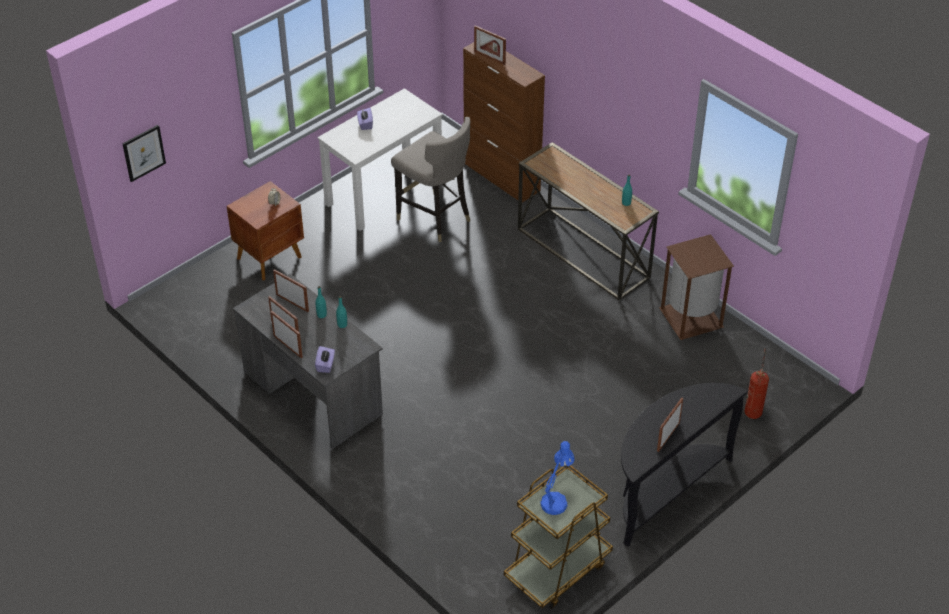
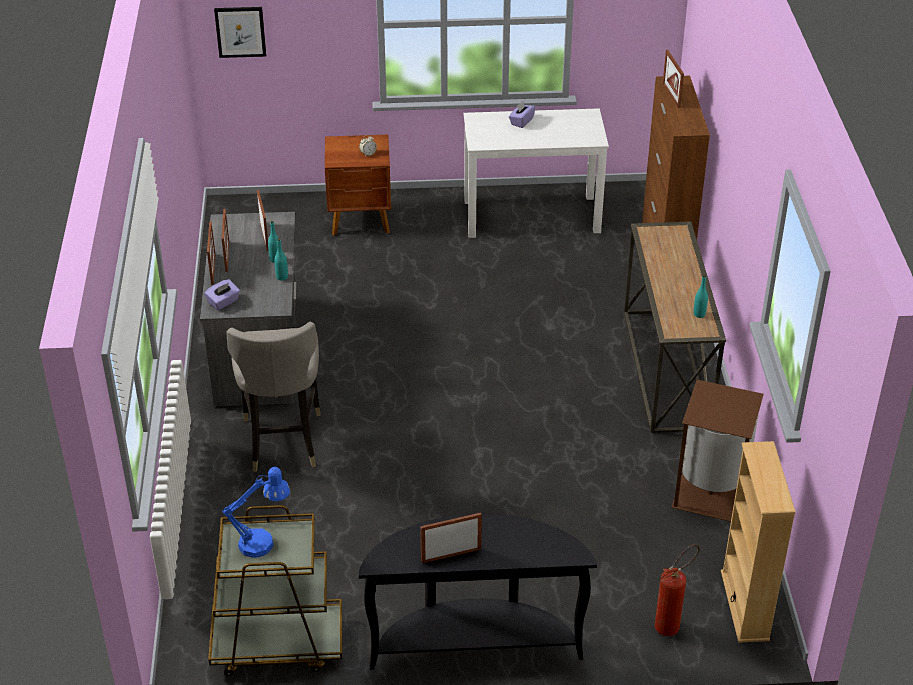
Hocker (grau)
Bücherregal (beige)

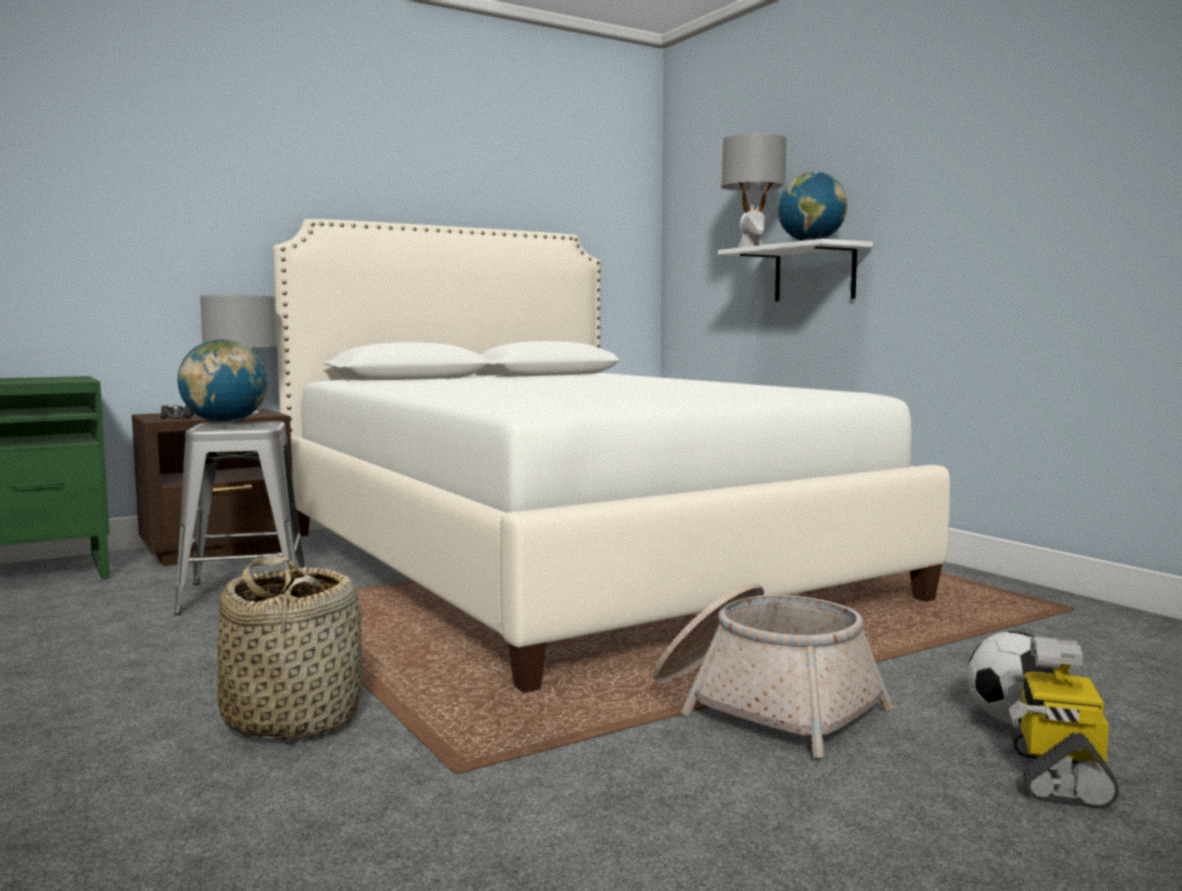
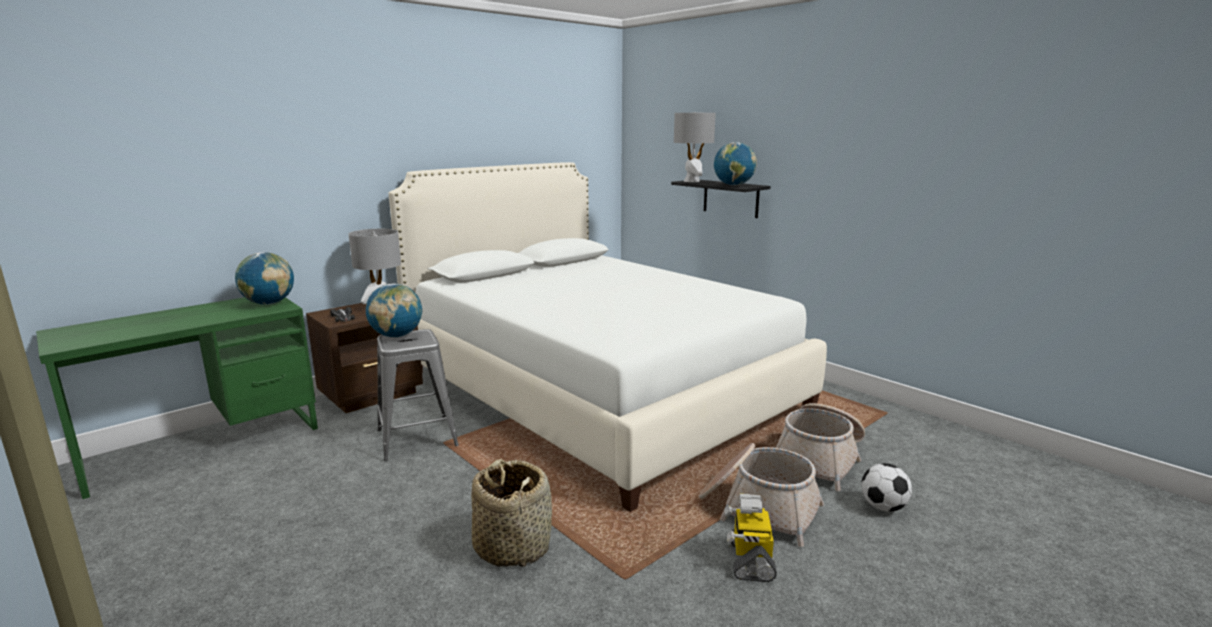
Wandregal (schwarz)
Spielzeugroboter
Globus (no. 1 from left)
Korb (no. 3 from left)

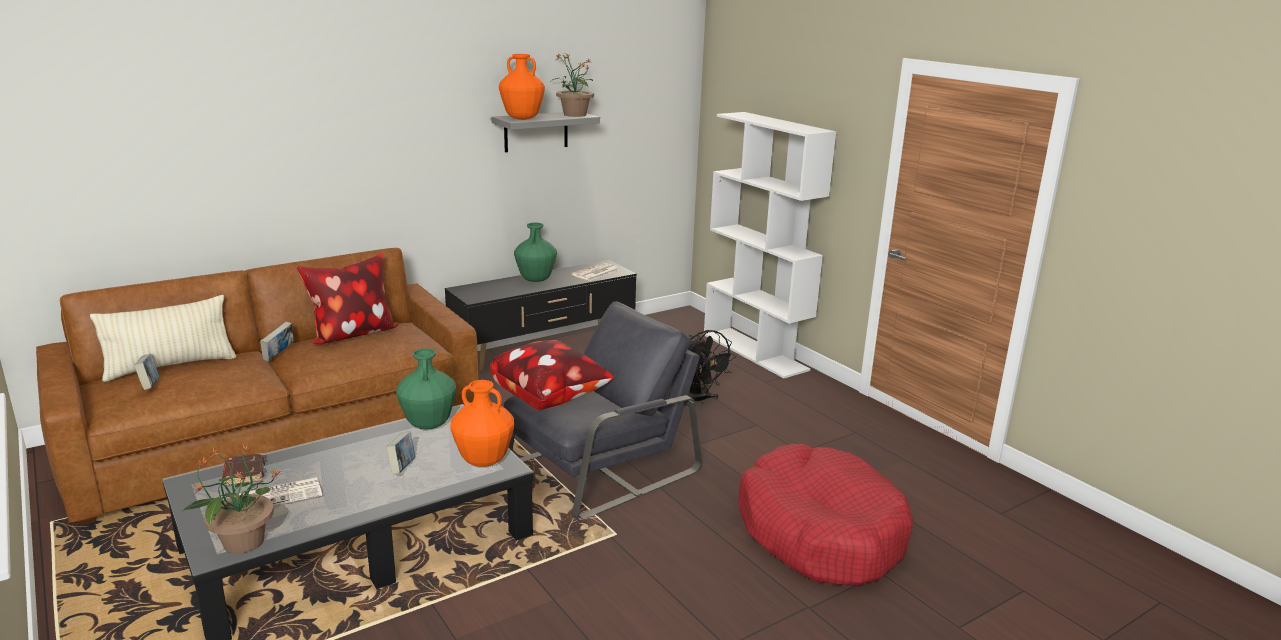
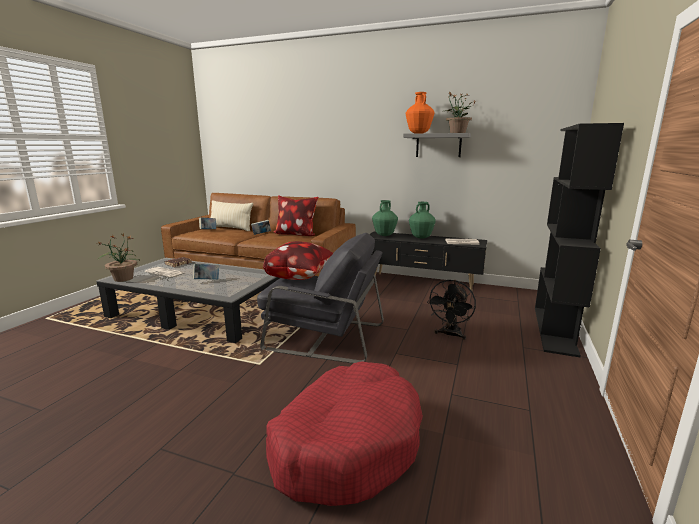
Bücherregal (schwarz)
Vase (grün) (no. 1 from left)
Vase (orange) (no. 1 from left in the first image)

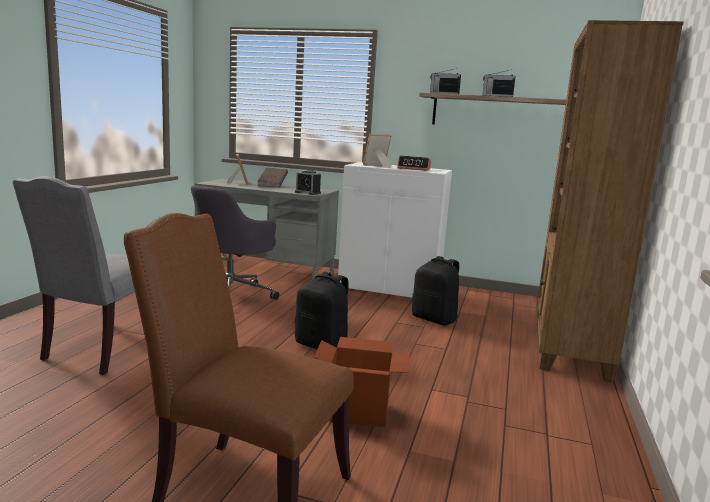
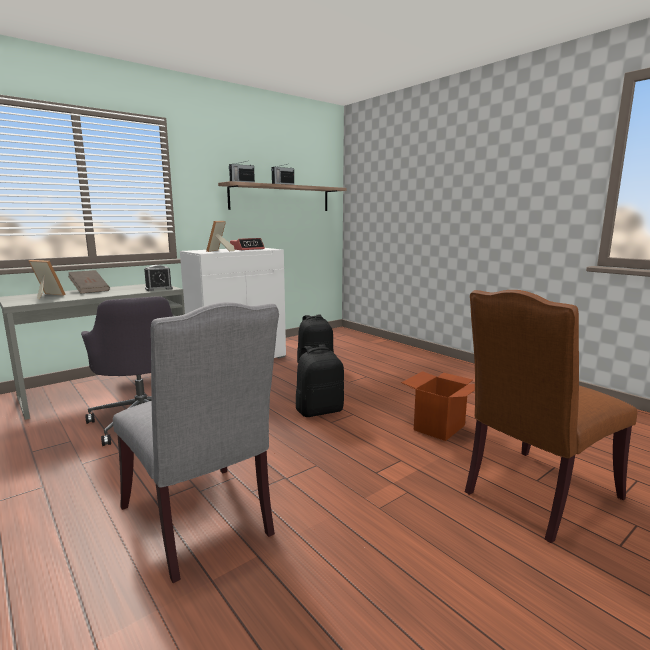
Bücherregal (braun)

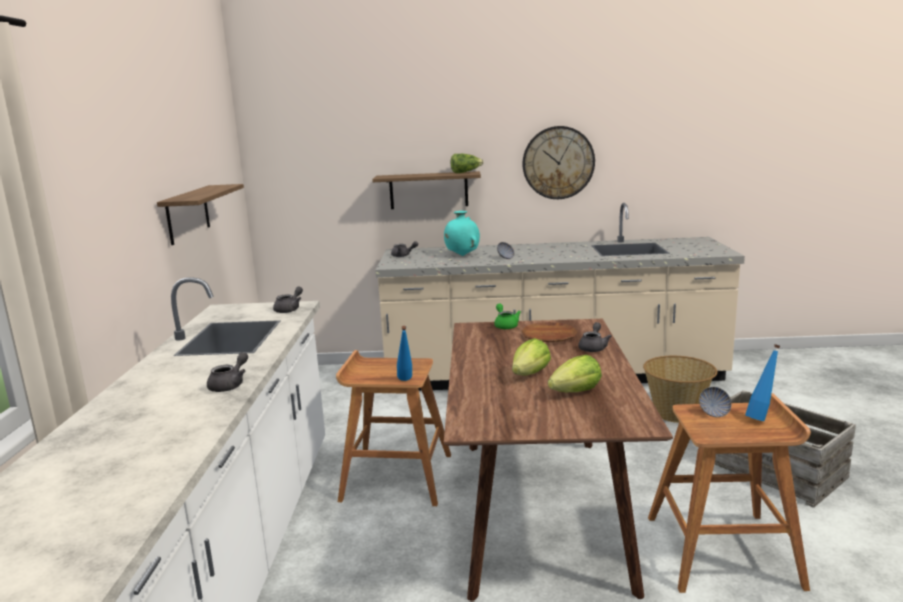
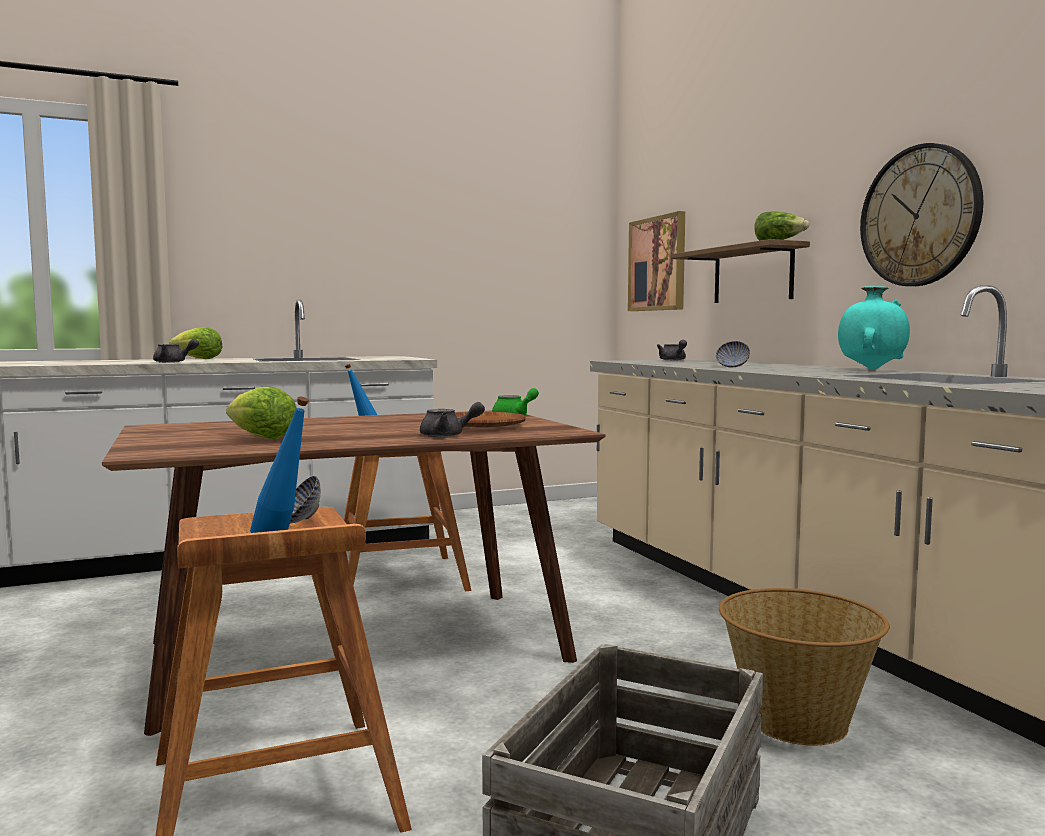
Wandregal (no. 1 from left in the first image)
Vase (türkis)
Teekanne (grau) (no. 2 from left in the first image)
Salatkopf (no. 1 from left)
Bild

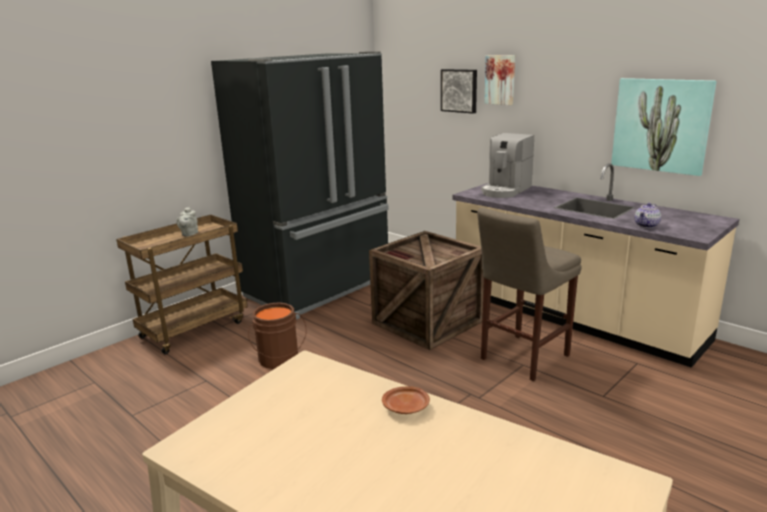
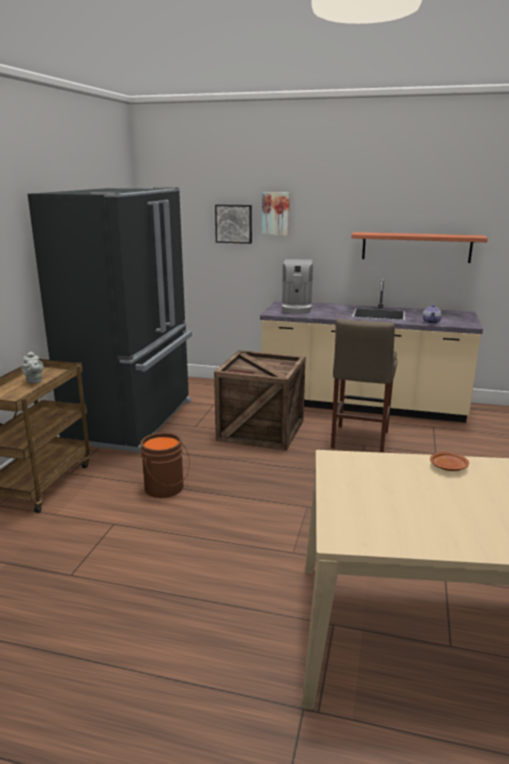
Wandregal

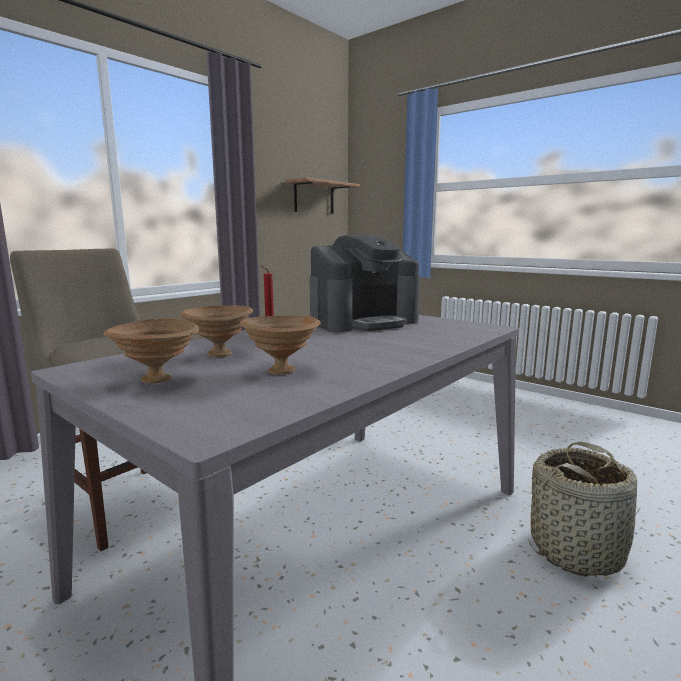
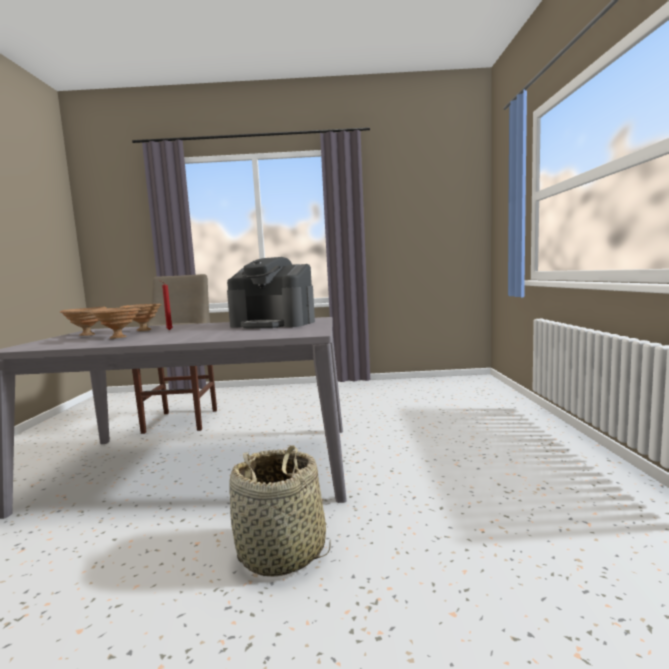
Wandregal

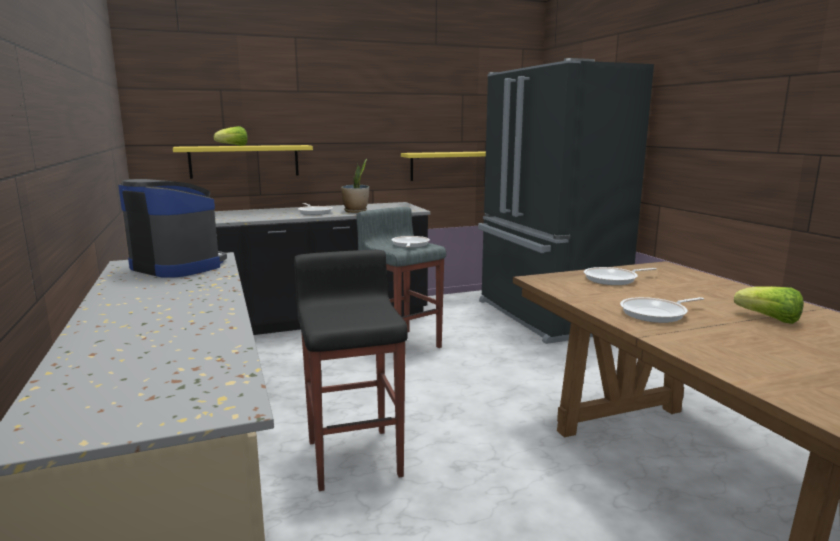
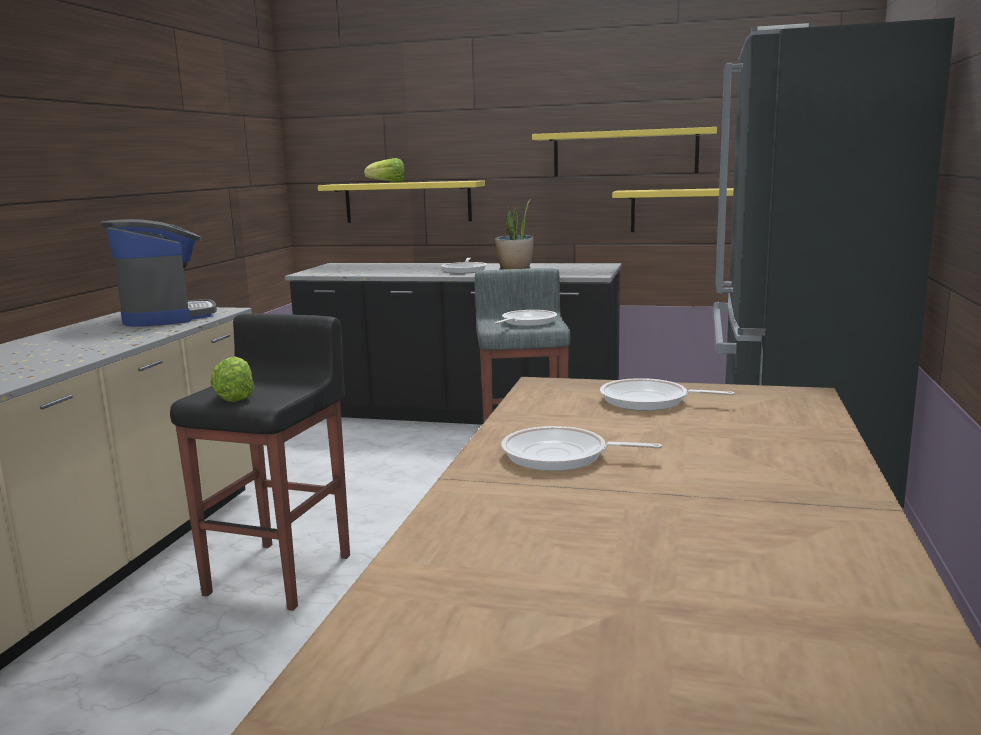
Salatkopf (no. 1 from left)
Wandregal (gelb) (no. 2 from left)

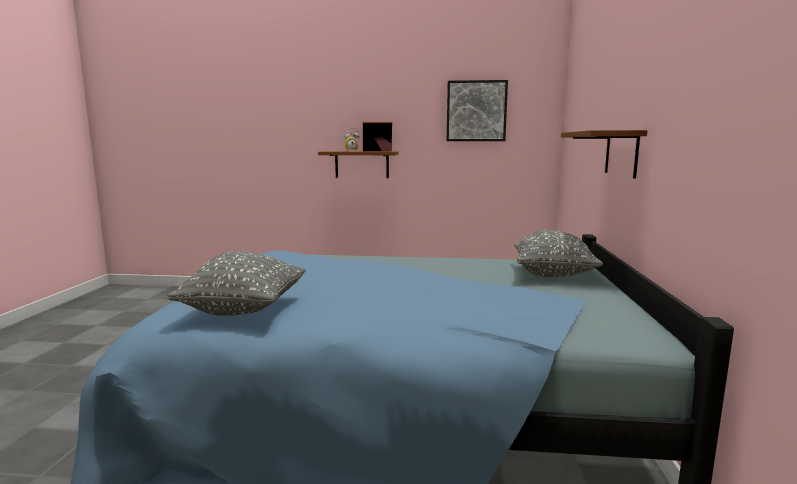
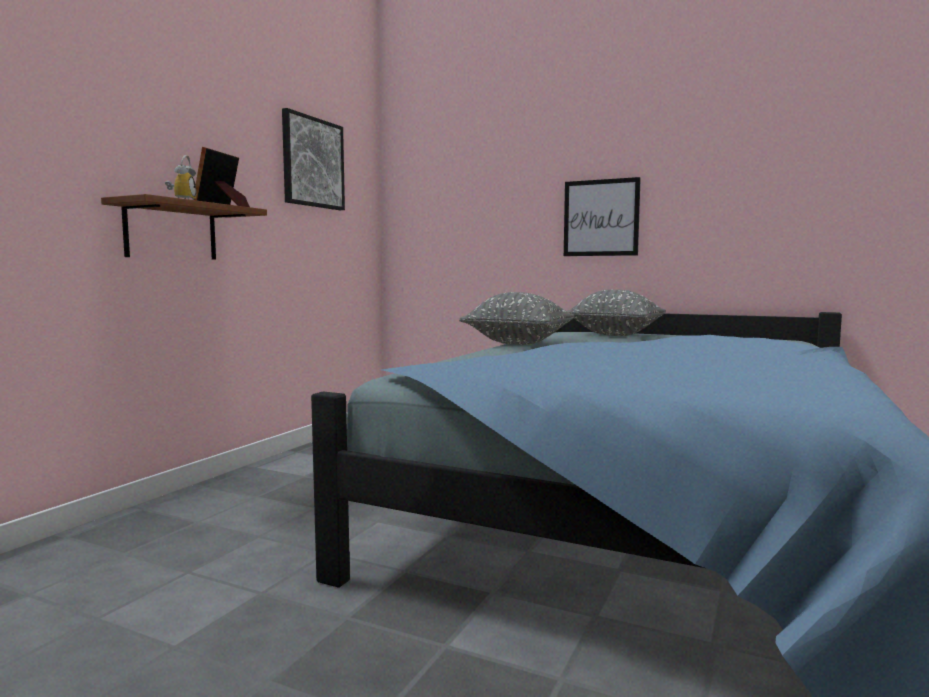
Bild (no. 2 from left)
Kissen (grau) (no. 1 from left)

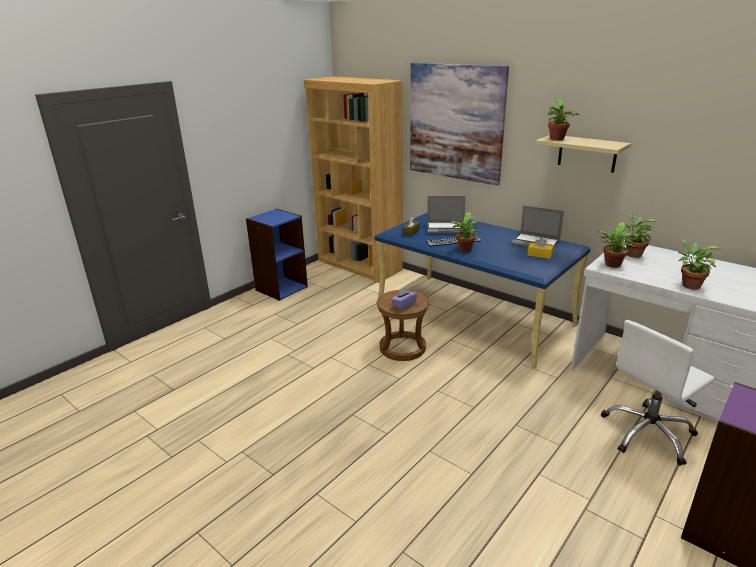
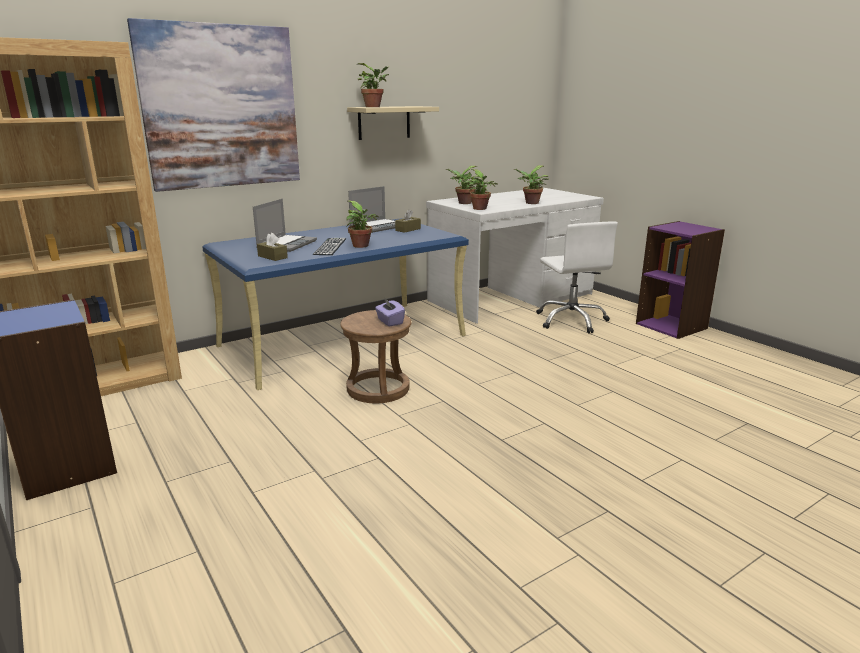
Taschentuchbox (braun) (no. 2 from left)

